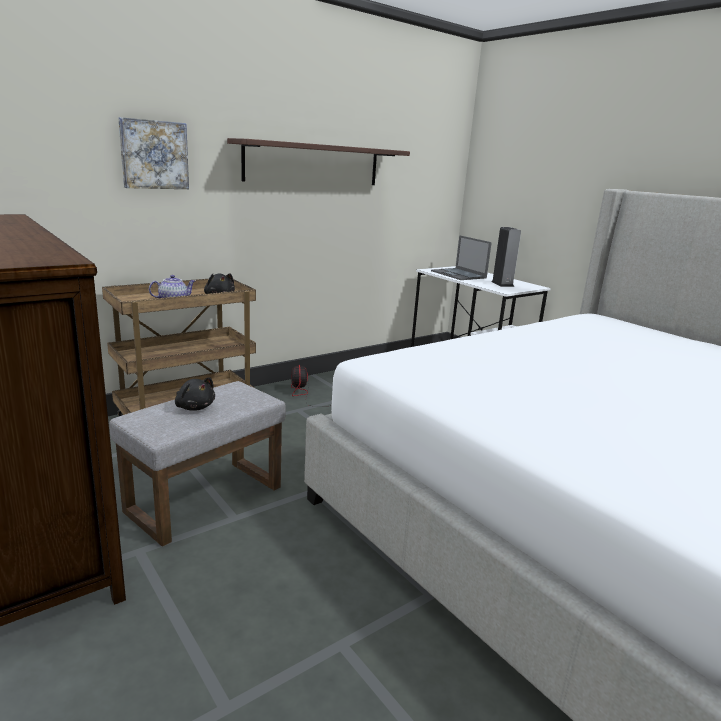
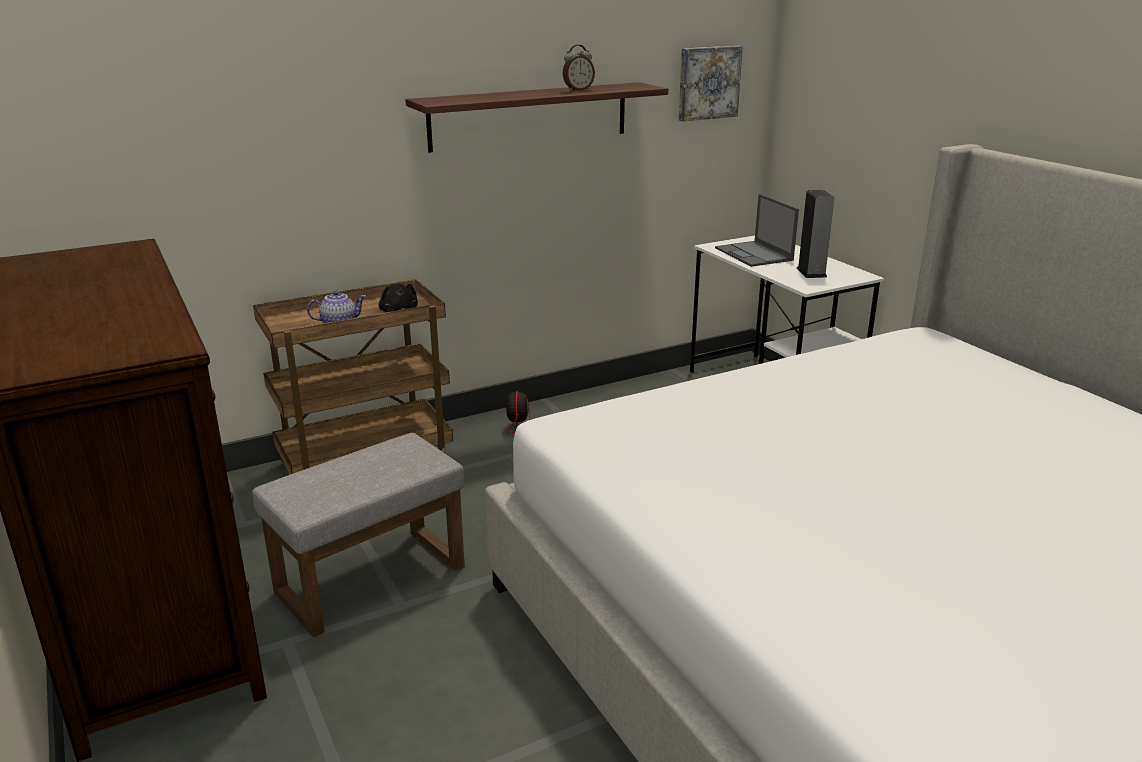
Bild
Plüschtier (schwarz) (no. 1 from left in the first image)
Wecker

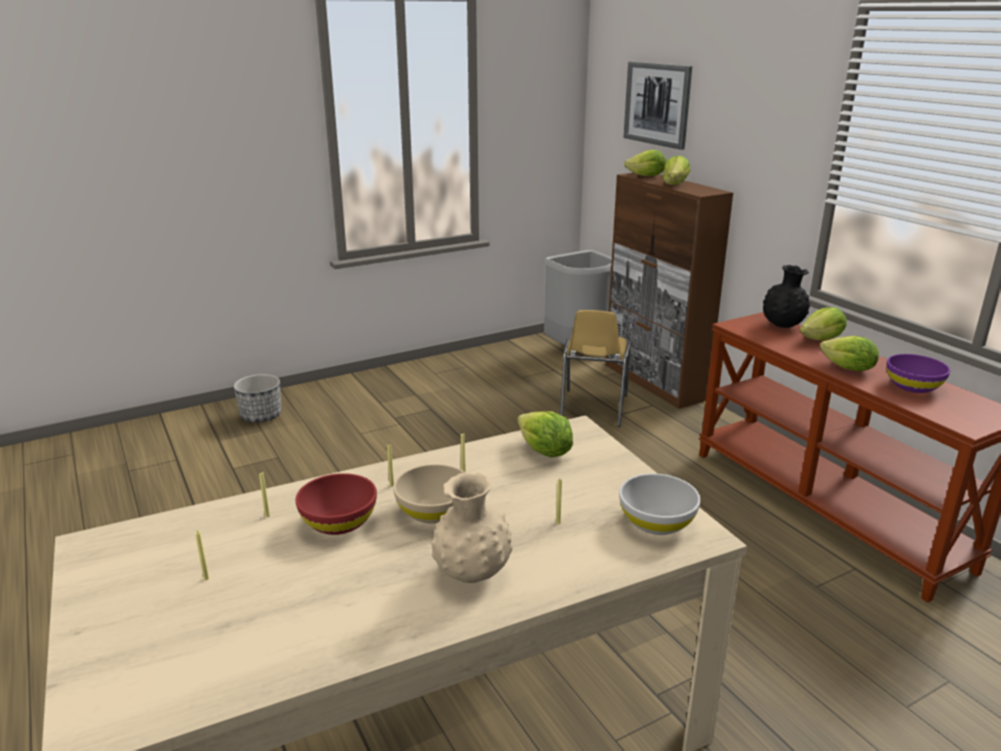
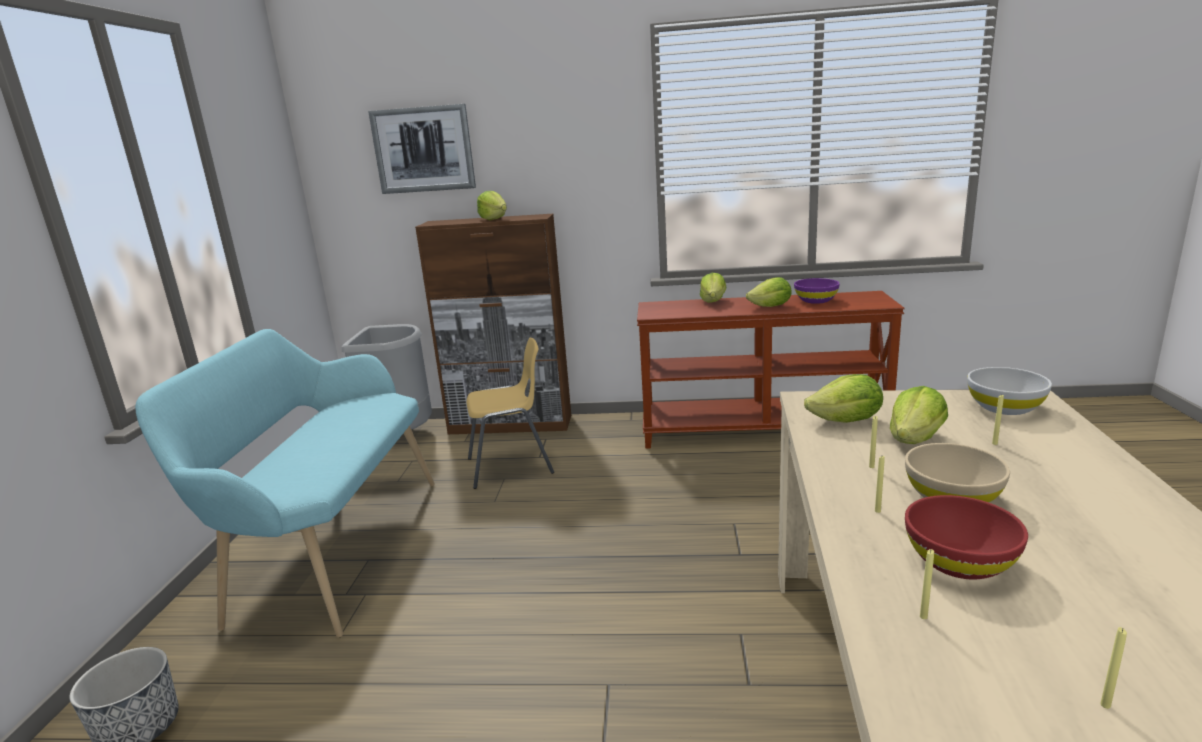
Salatkopf (no. 5 from left)
Vase (schwarz)
Stuhl (gelb)
Vase (beige)
Bank (türkis)

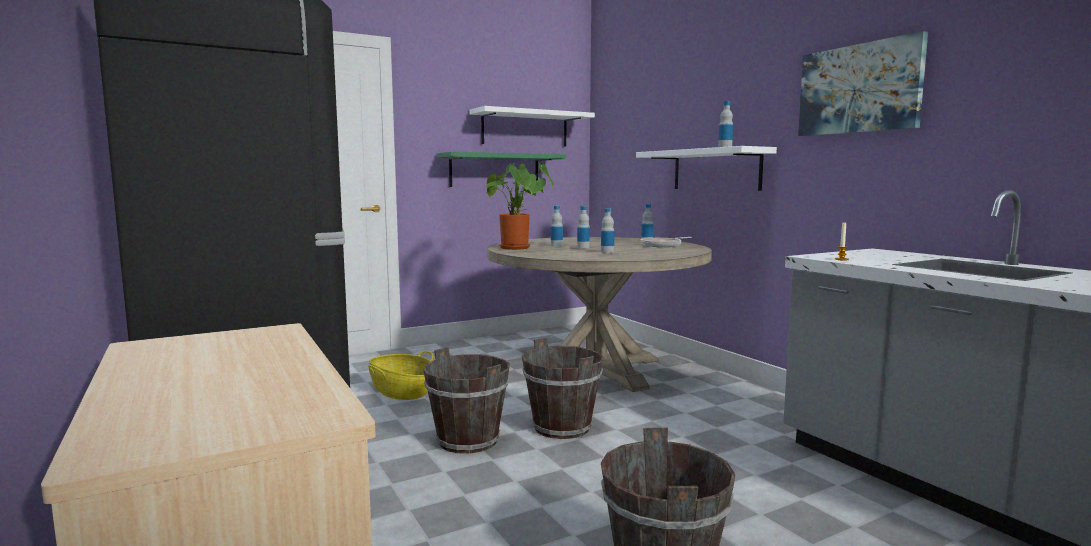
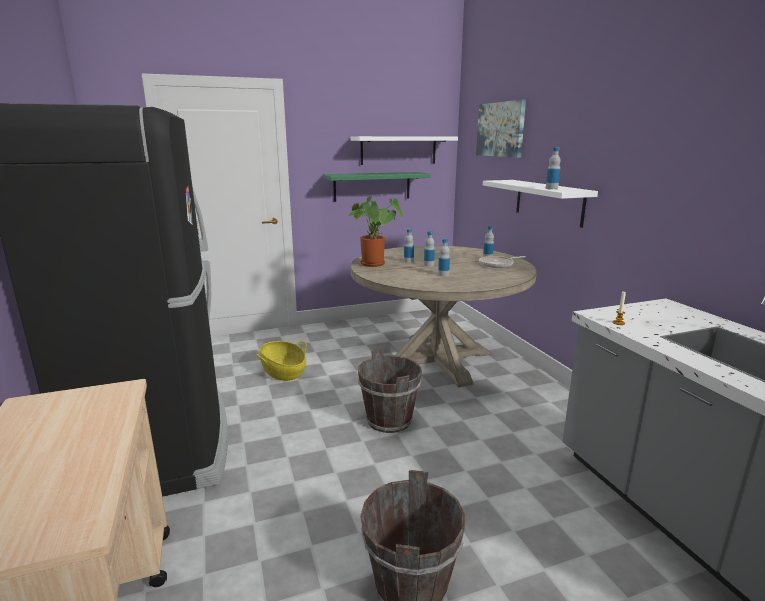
Bild
Eimer (braun) (no. 1 from left in the first image)

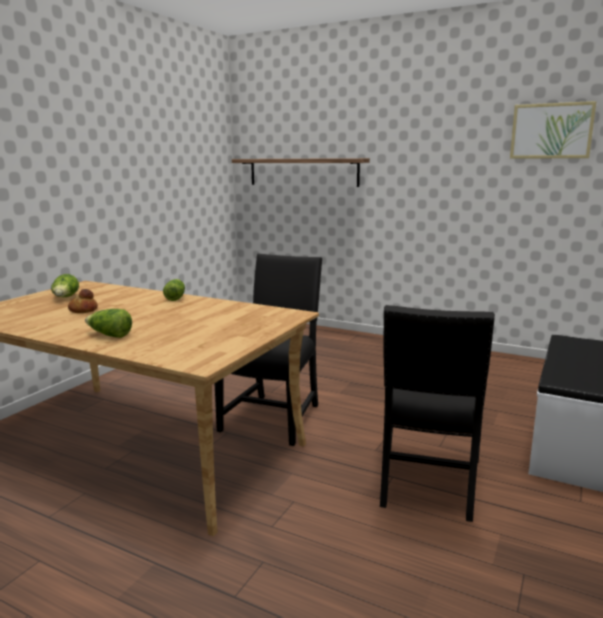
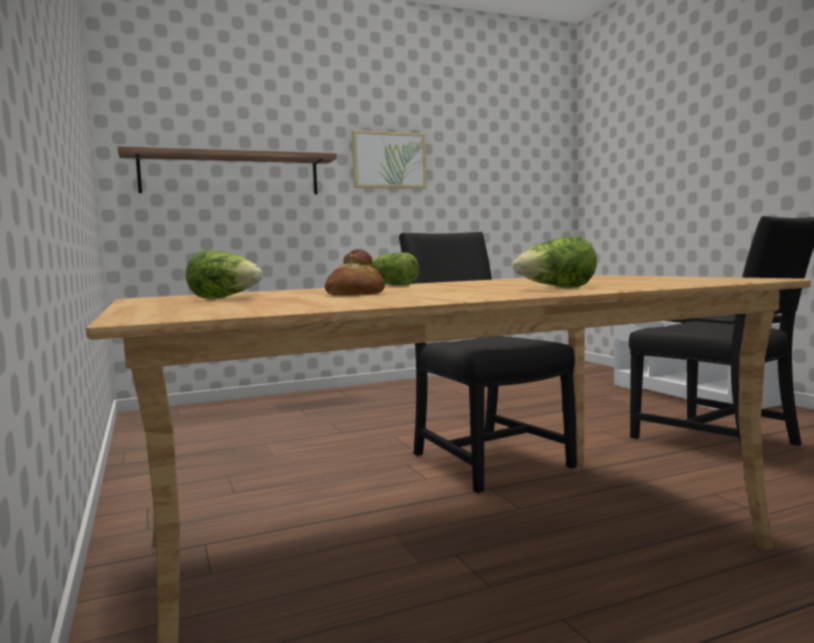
Bild

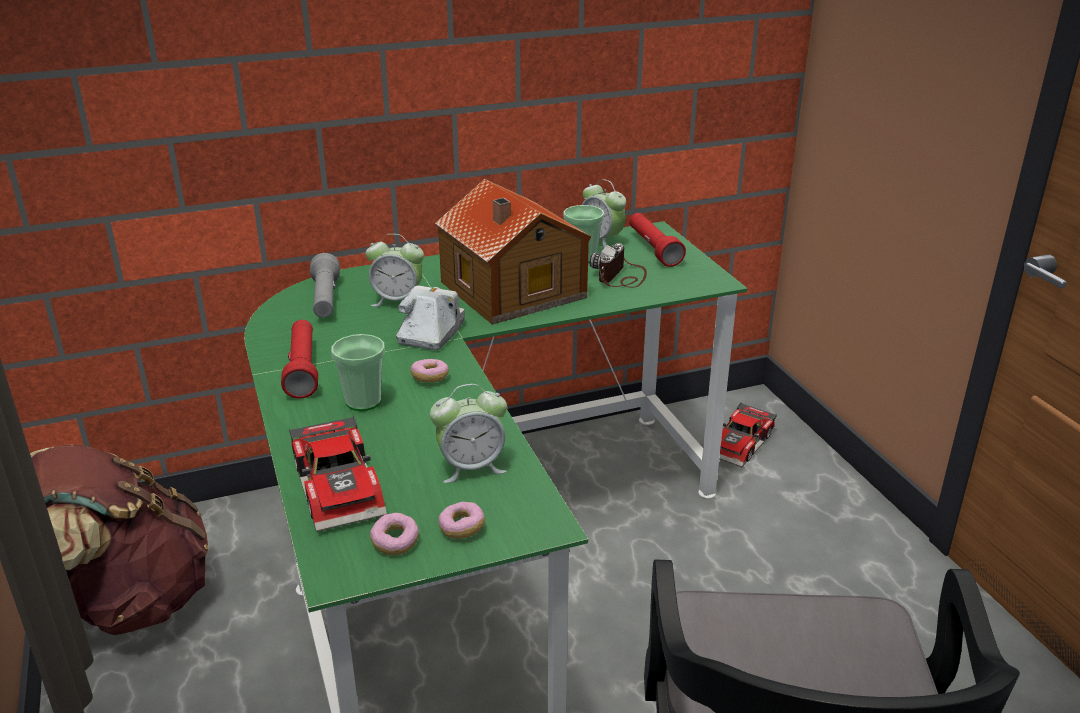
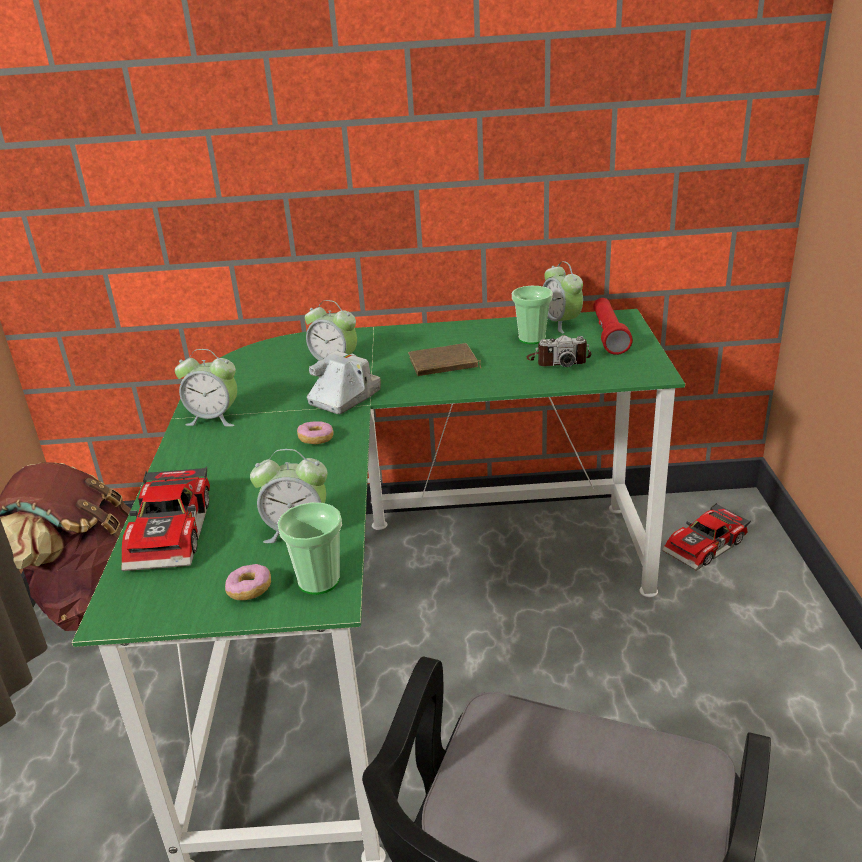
Buch (braun)
Kamera (no. 2 from left)
Taschenlampe (grau)
Wecker (no. 1 from left)
Tasse (no. 1 from left)
Donut (no. 1 from left in the first image)

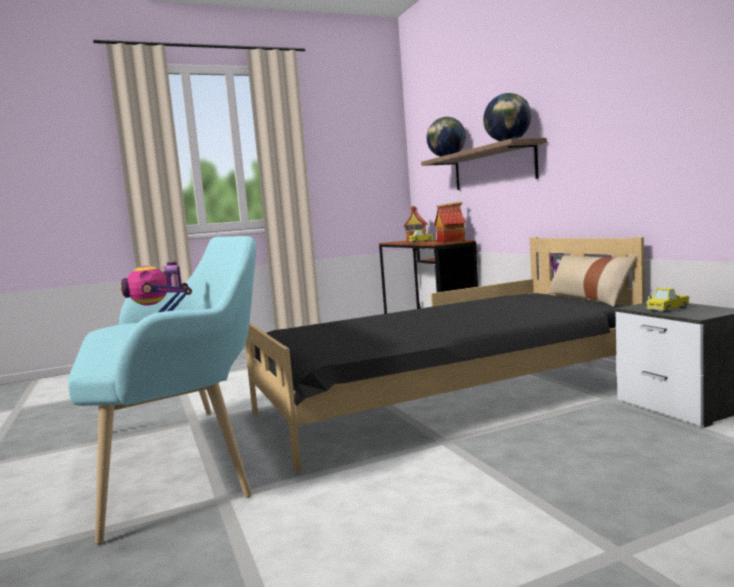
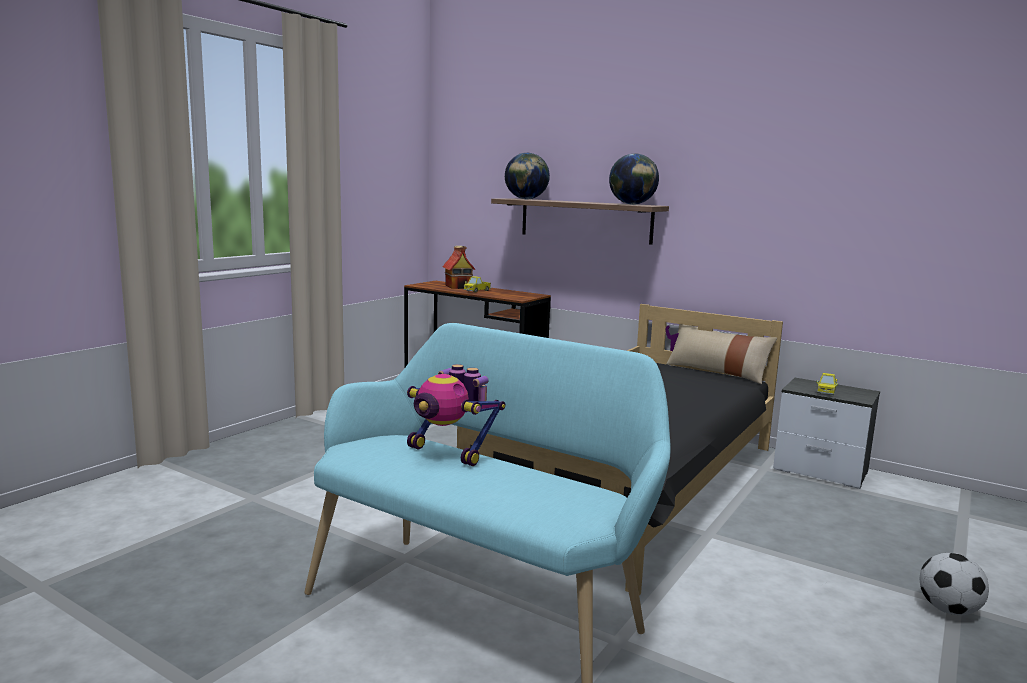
Spielzeughaus (no. 2 from left in the first image)
Fußball

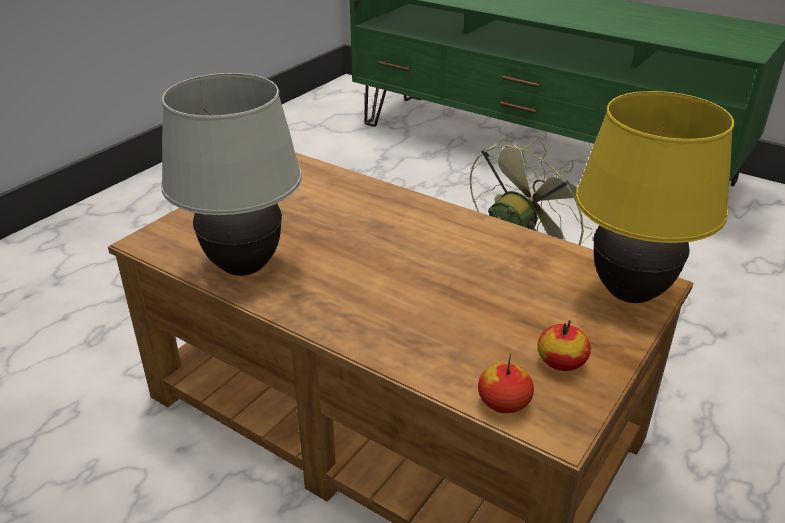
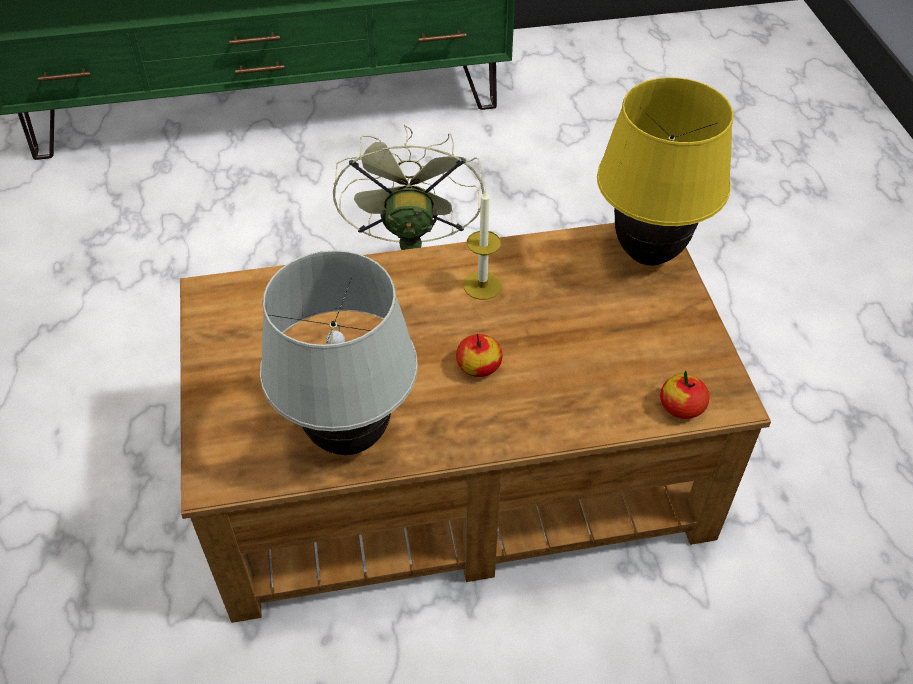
Apfel (no. 1 from left)
Kerze

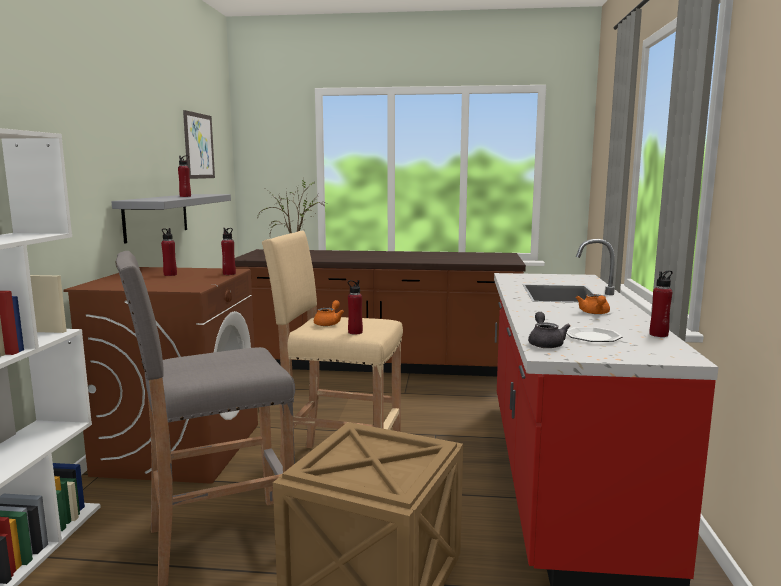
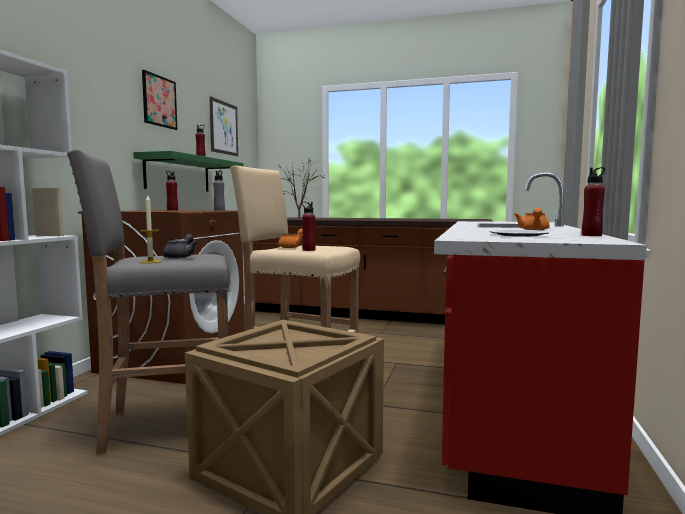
Wandregal (grün)
Flasche (grau)
Teekanne (grau)
Bild (no. 1 from left)
Kerze

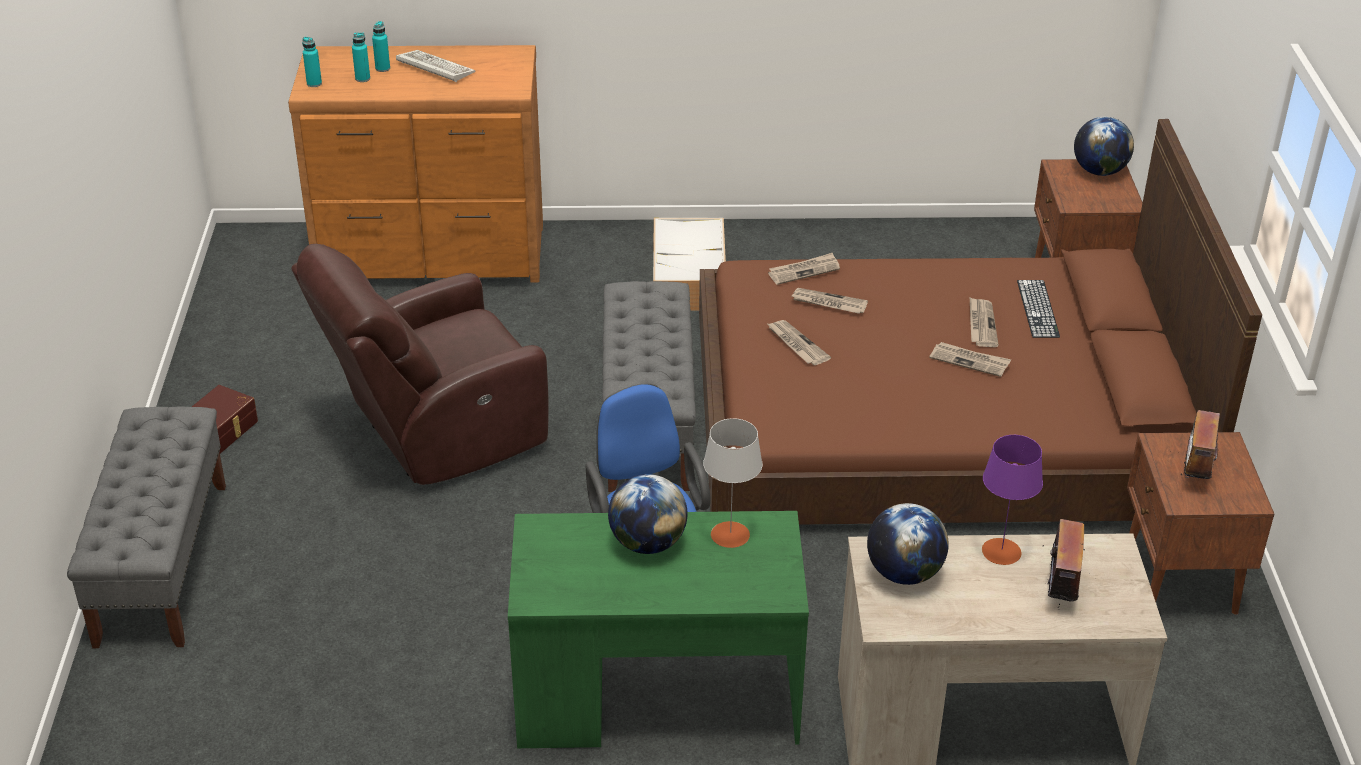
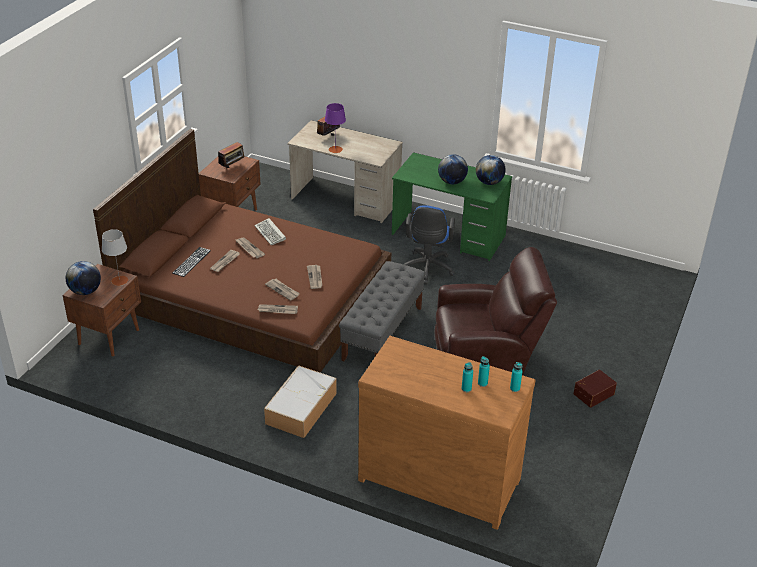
Tastatur (no. 2 from left)
Bank (grau) (no. 1 from left in the first image)
Tischlampe (grau)
Globus (no. 3 from left)

